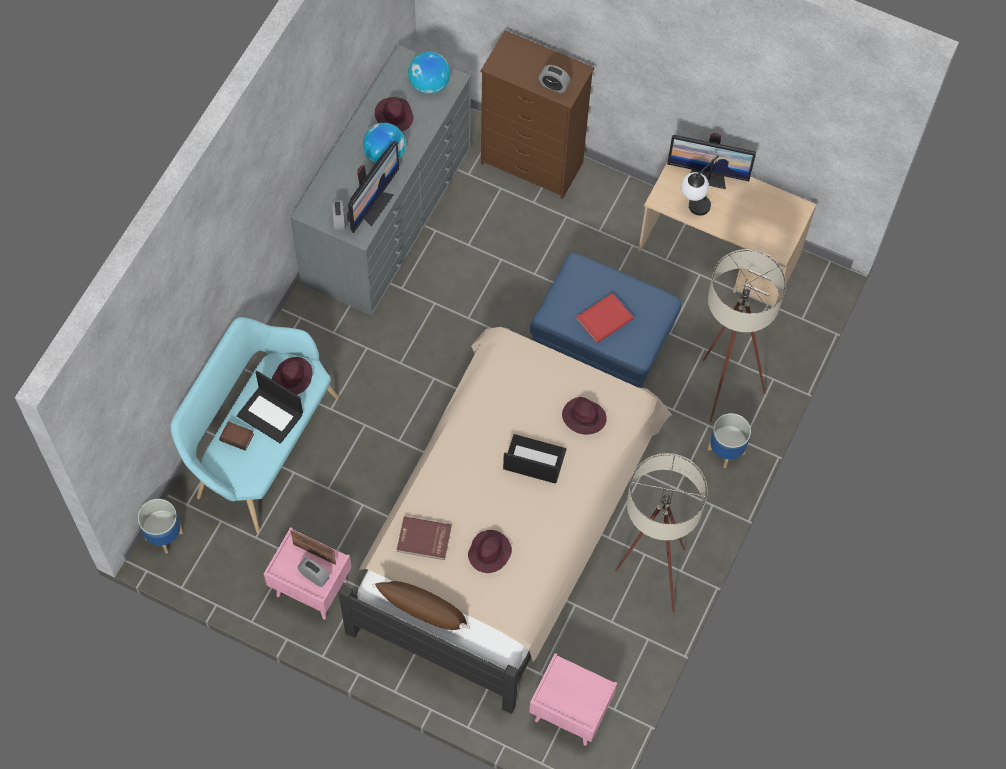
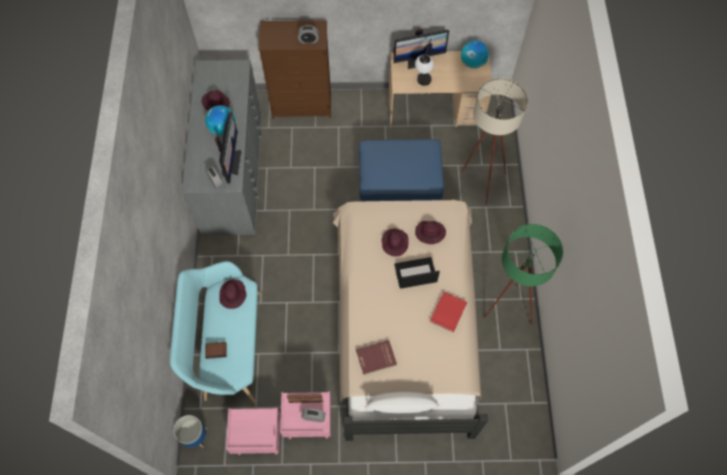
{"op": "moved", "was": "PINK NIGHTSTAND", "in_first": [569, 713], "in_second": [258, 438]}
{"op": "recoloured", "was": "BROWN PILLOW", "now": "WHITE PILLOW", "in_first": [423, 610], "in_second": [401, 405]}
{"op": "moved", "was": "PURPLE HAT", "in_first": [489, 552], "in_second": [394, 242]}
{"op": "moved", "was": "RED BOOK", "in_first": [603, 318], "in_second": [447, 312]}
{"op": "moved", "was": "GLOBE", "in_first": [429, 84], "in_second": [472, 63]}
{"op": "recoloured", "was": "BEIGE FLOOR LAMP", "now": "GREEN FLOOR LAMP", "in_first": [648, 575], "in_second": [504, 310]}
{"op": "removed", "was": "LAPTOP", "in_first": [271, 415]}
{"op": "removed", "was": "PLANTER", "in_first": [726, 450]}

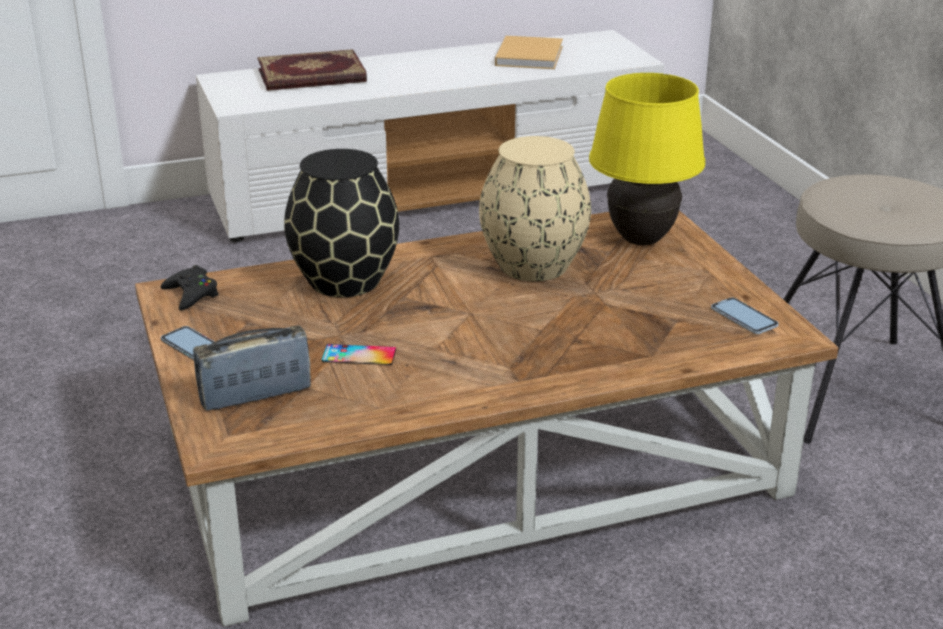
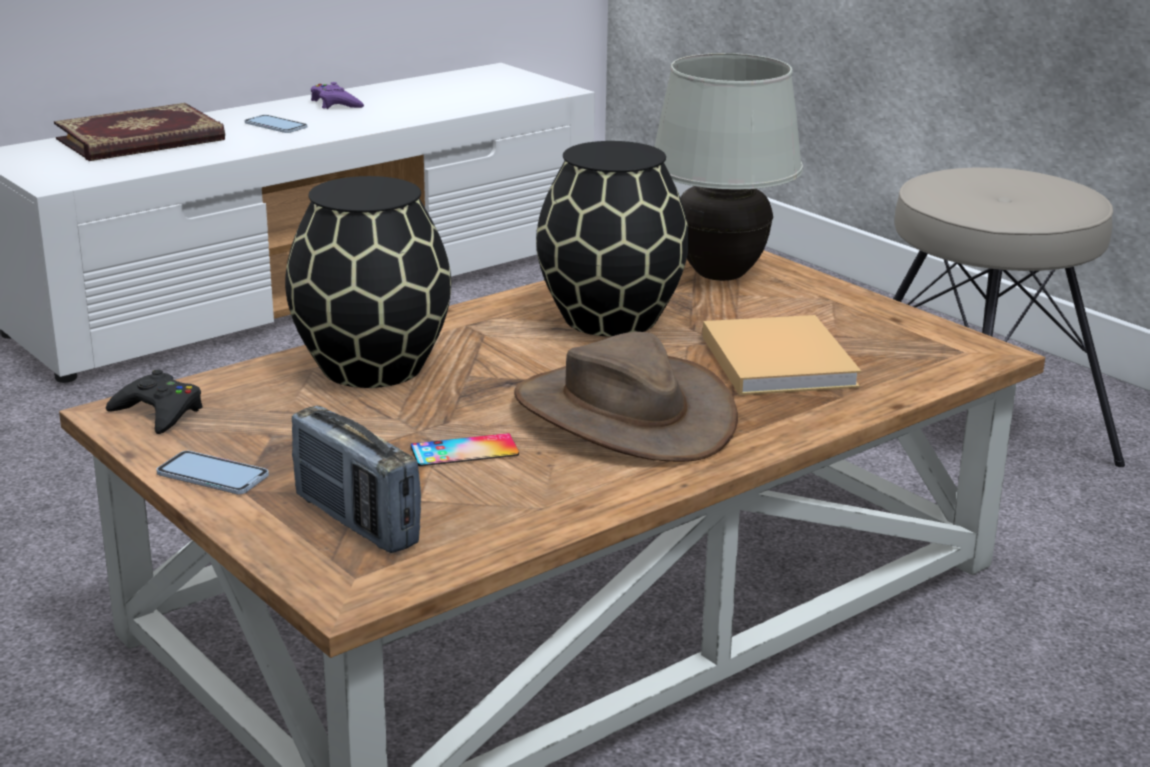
{"op": "moved", "was": "PHONE", "in_first": [744, 317], "in_second": [276, 125]}
{"op": "turned", "was": "RADIO", "in_first": [255, 395], "in_second": [356, 521], "clockwise": -90}
{"op": "added", "now": "PURPLE GAME CONTROLLER", "in_second": [335, 104]}
{"op": "added", "now": "BROWN HAT", "in_second": [623, 414]}
{"op": "recoloured", "was": "BEIGE VASE", "now": "BLACK VASE", "in_first": [534, 266], "in_second": [612, 319]}
{"op": "recoloured", "was": "YELLOW TABLE LAMP", "now": "WHITE TABLE LAMP", "in_first": [641, 240], "in_second": [721, 276]}
{"op": "moved", "was": "BEIGE BOOK", "in_first": [529, 55], "in_second": [776, 359]}

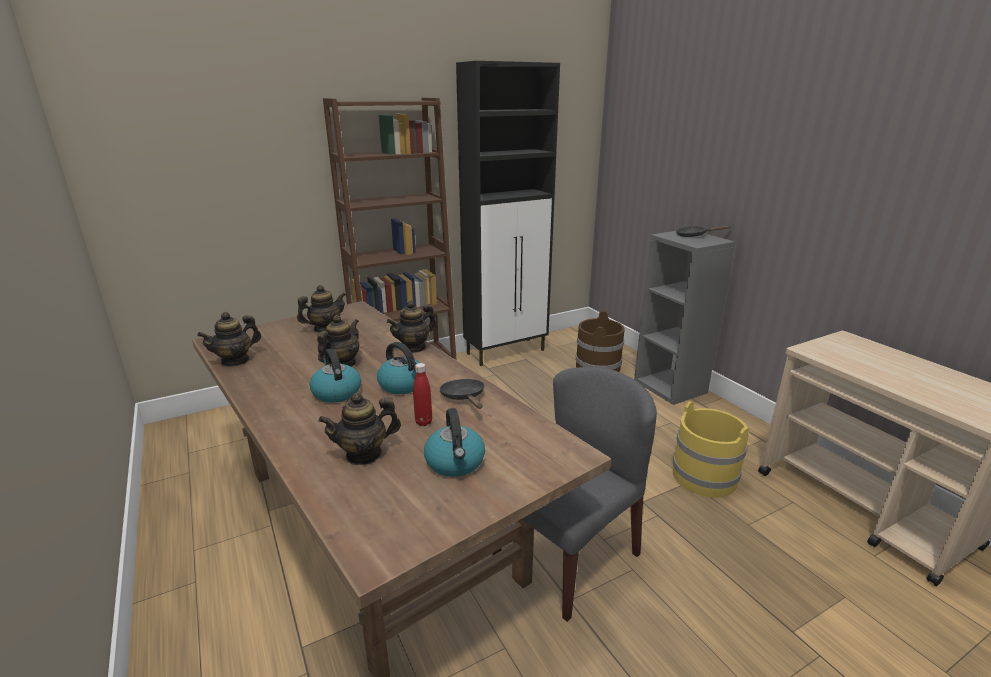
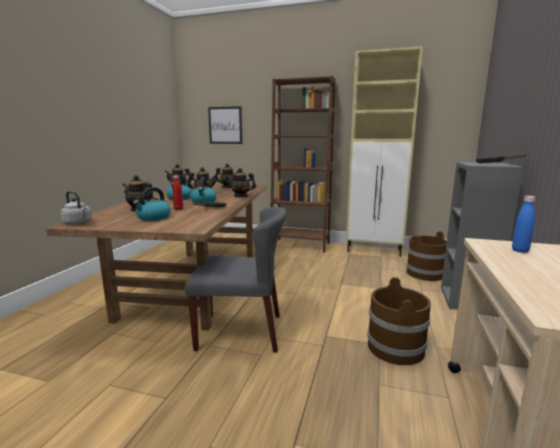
{"op": "added", "now": "GREY KETTLE", "in_second": [78, 223]}
{"op": "added", "now": "PICTURE", "in_second": [225, 125]}
{"op": "recoloured", "was": "BLACK CABINET", "now": "BEIGE CABINET", "in_first": [507, 352], "in_second": [374, 251]}
{"op": "recoloured", "was": "YELLOW BUCKET", "now": "BROWN BUCKET", "in_first": [705, 477], "in_second": [396, 348]}
{"op": "added", "now": "BLUE BOTTLE", "in_second": [520, 250]}

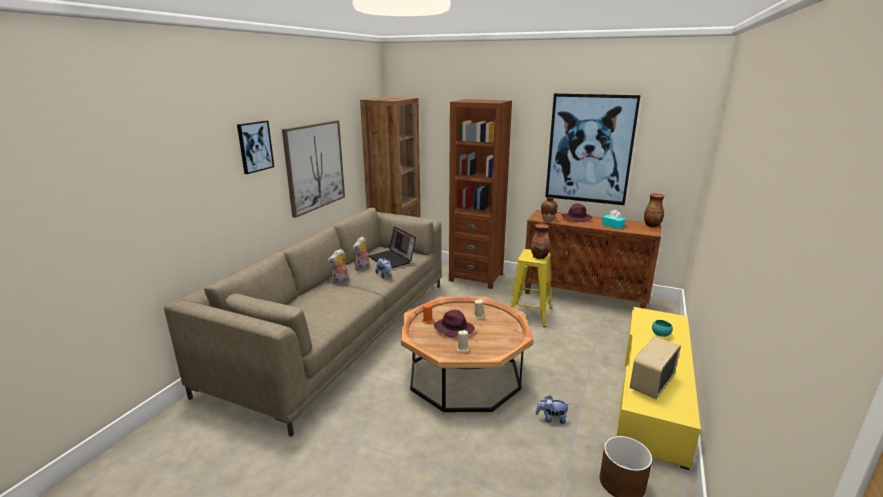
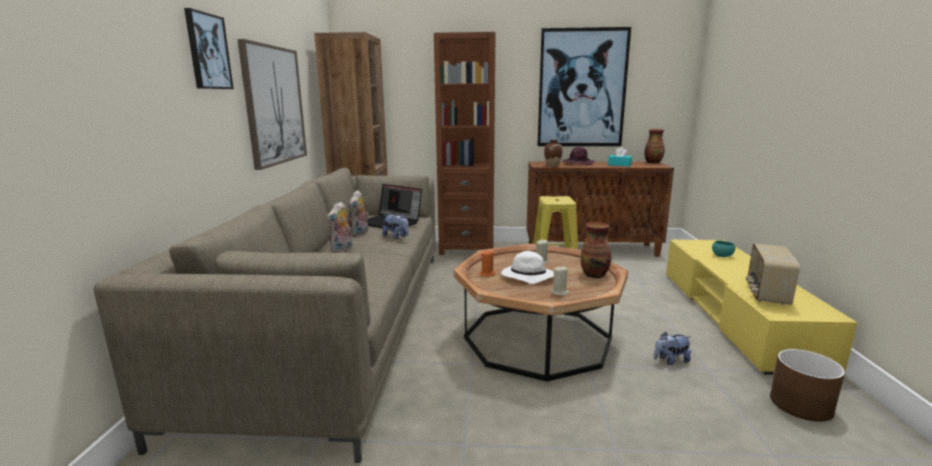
{"op": "recoloured", "was": "PURPLE HAT", "now": "WHITE HAT", "in_first": [453, 329], "in_second": [527, 277]}
{"op": "moved", "was": "VASE", "in_first": [540, 257], "in_second": [595, 275]}

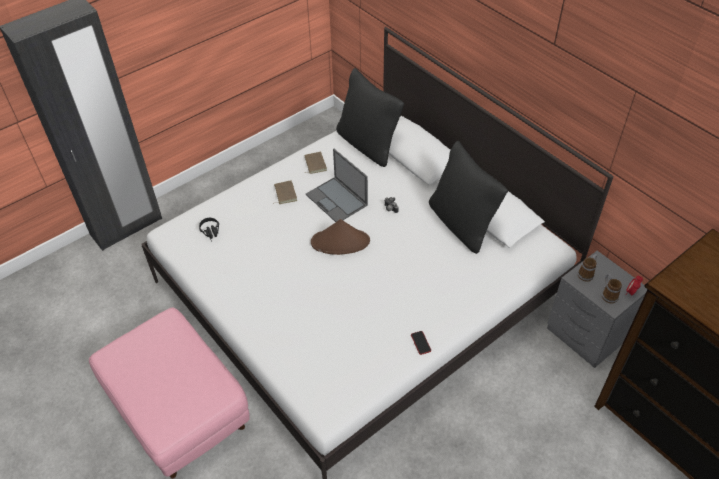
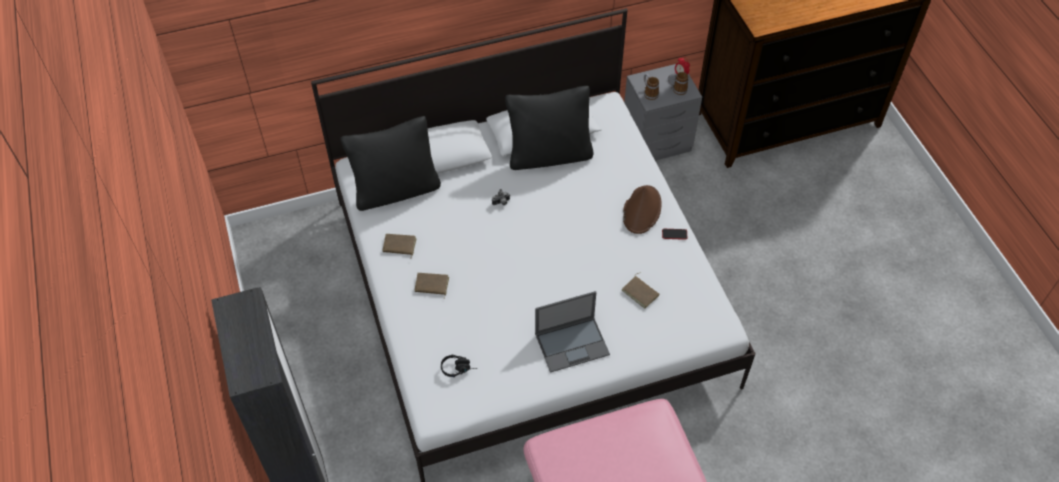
{"op": "moved", "was": "LAPTOP", "in_first": [337, 200], "in_second": [572, 343]}
{"op": "added", "now": "BROWN BOOK", "in_second": [641, 292]}
{"op": "moved", "was": "BROWN HAT", "in_first": [340, 242], "in_second": [642, 210]}

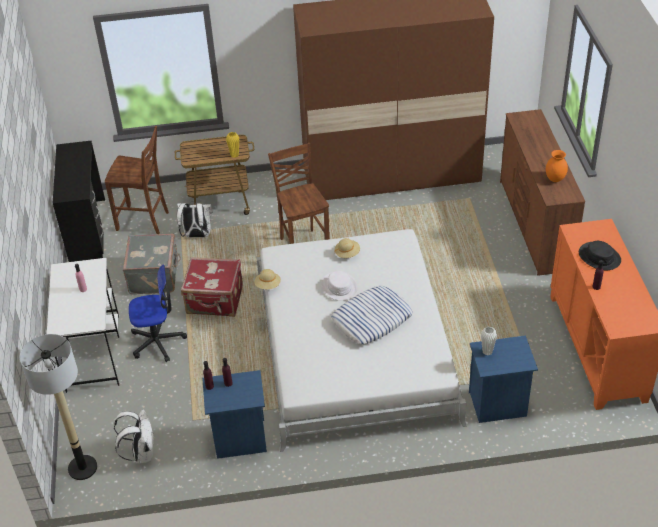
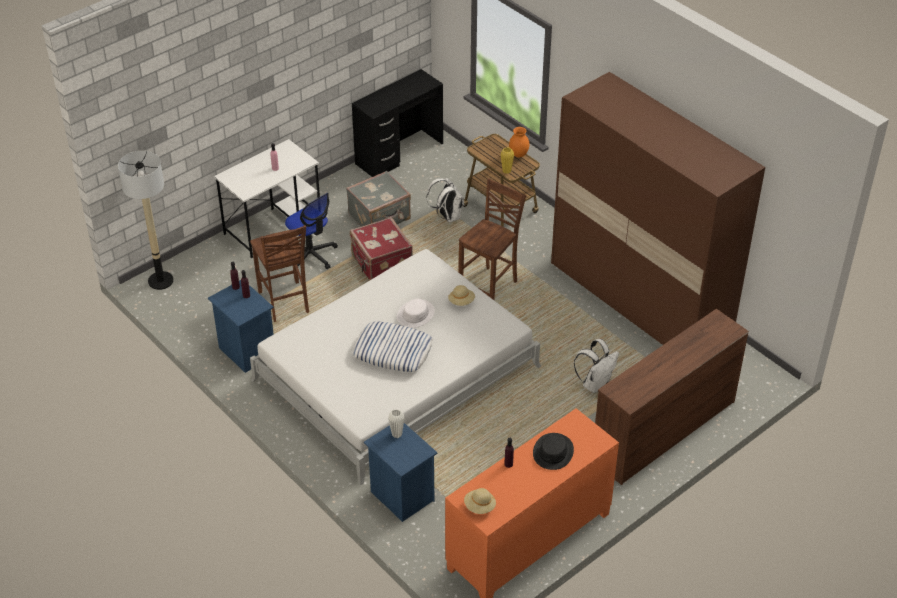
{"op": "moved", "was": "BROWN CHAIR", "in_first": [144, 221], "in_second": [284, 303]}
{"op": "moved", "was": "BEIGE HAT", "in_first": [268, 285], "in_second": [479, 506]}
{"op": "moved", "was": "ORANGE VASE", "in_first": [555, 179], "in_second": [519, 154]}
{"op": "moved", "was": "WHITE BACKPACK", "in_first": [141, 453], "in_second": [595, 384]}

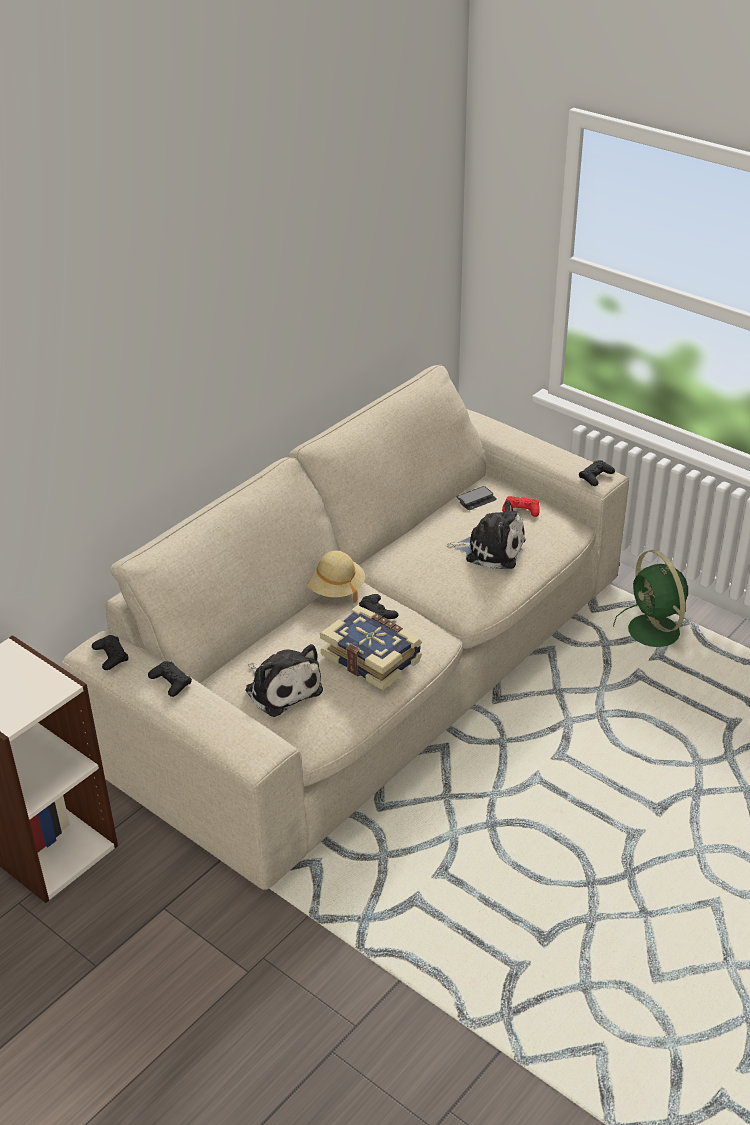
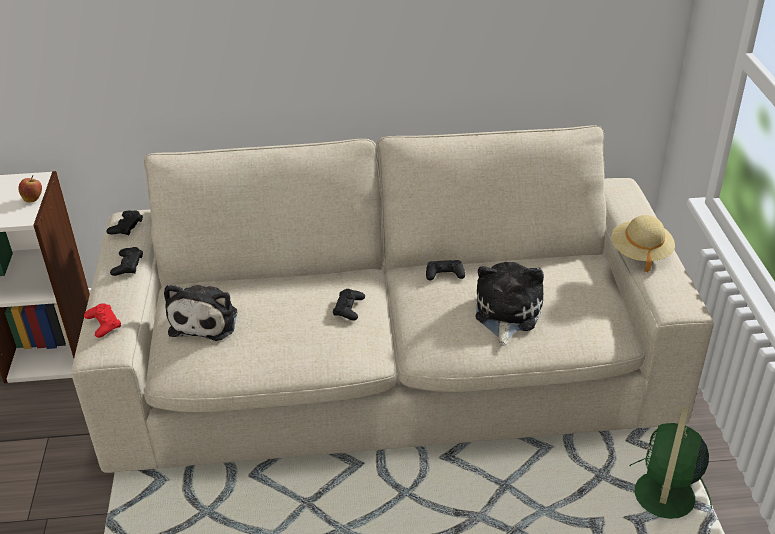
{"op": "added", "now": "APPLE", "in_second": [33, 199]}
{"op": "moved", "was": "RED GAME CONTROLLER", "in_first": [521, 509], "in_second": [103, 323]}
{"op": "moved", "was": "BLACK GAME CONTROLLER", "in_first": [596, 476], "in_second": [444, 273]}
{"op": "turned", "was": "PLUSH TOY", "in_first": [491, 549], "in_second": [506, 313], "clockwise": -135}
{"op": "moved", "was": "BEIGE HAT", "in_first": [334, 588], "in_second": [640, 253]}
{"op": "removed", "was": "BOOK", "in_first": [372, 657]}
{"op": "removed", "was": "PHONE", "in_first": [476, 499]}

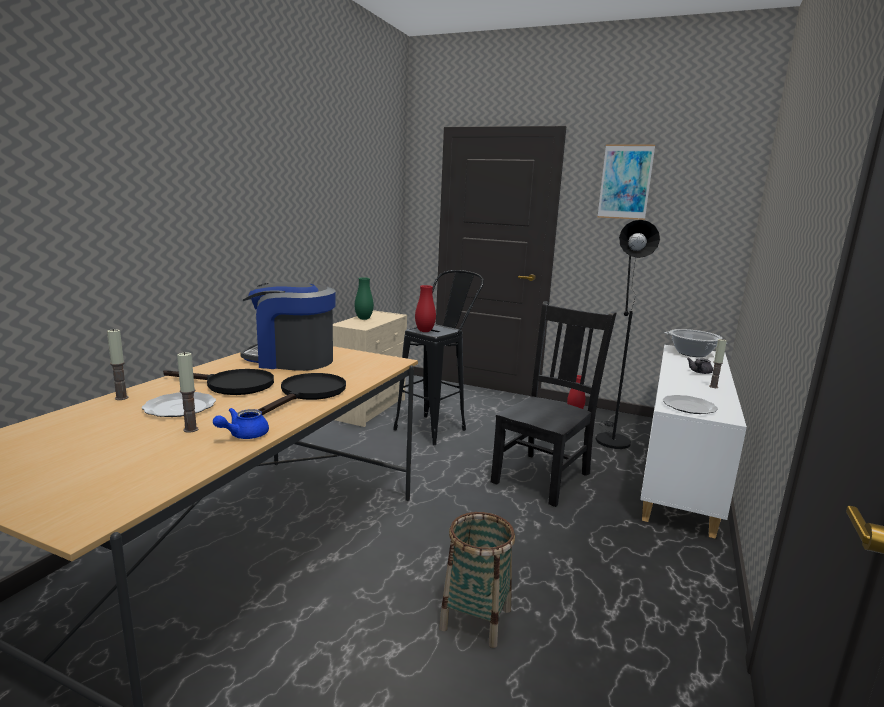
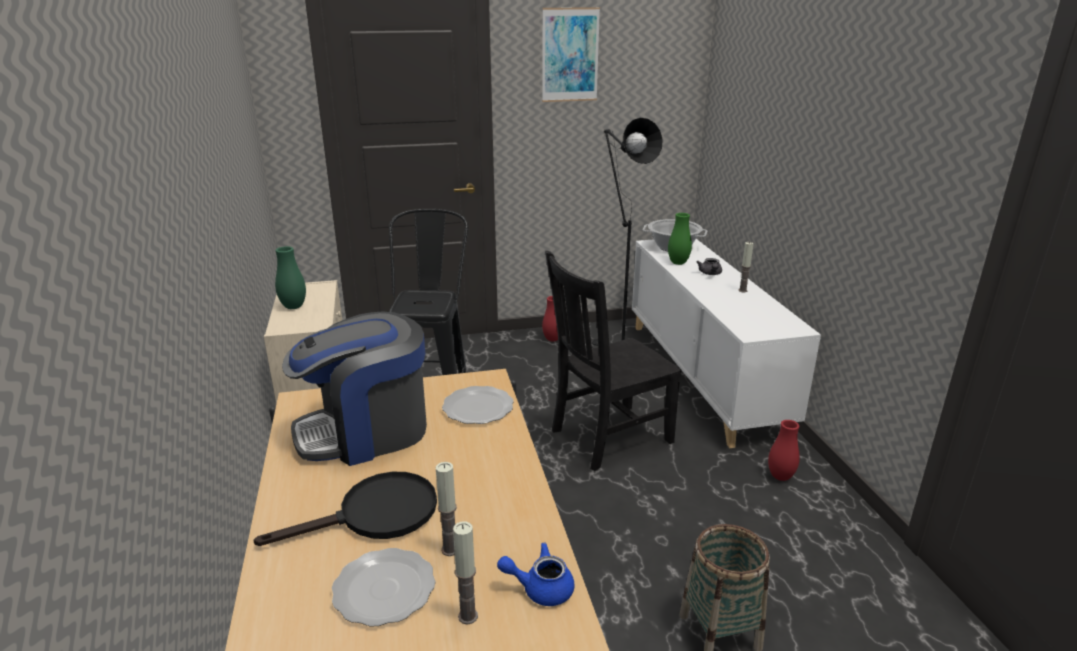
{"op": "moved", "was": "CANDLE", "in_first": [121, 398], "in_second": [450, 549]}
{"op": "moved", "was": "PLATE", "in_first": [688, 406], "in_second": [477, 408]}
{"op": "turned", "was": "BLUE TEAPOT", "in_first": [243, 435], "in_second": [540, 588], "clockwise": 90}
{"op": "turned", "was": "BLACK CHAIR", "in_first": [543, 476], "in_second": [607, 437], "clockwise": -120}
{"op": "added", "now": "GREEN VASE", "in_second": [678, 263]}
{"op": "moved", "was": "RED VASE", "in_first": [424, 331], "in_second": [780, 477]}
{"op": "removed", "was": "BLACK FRYING PAN", "in_first": [308, 394]}

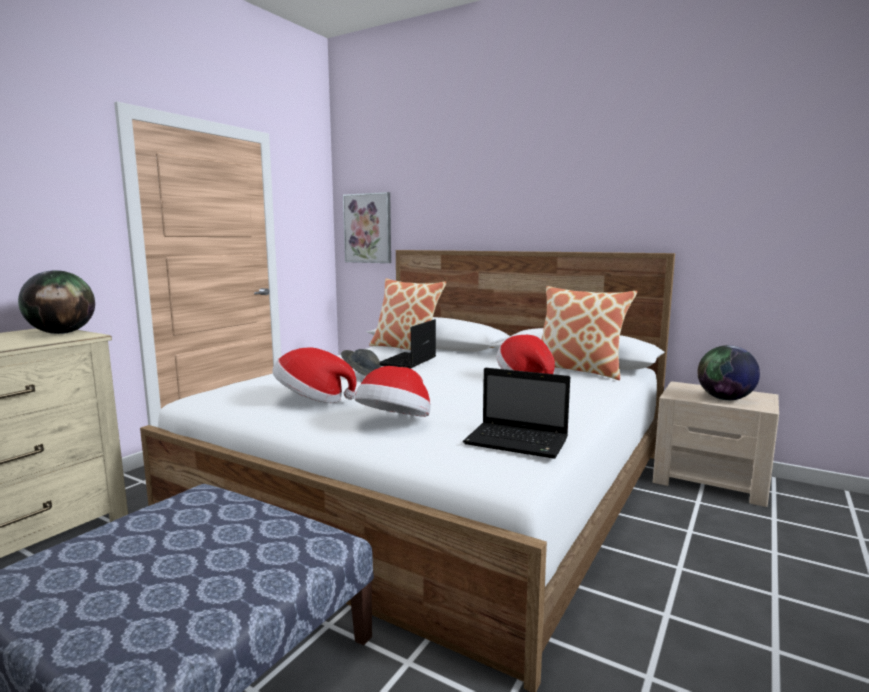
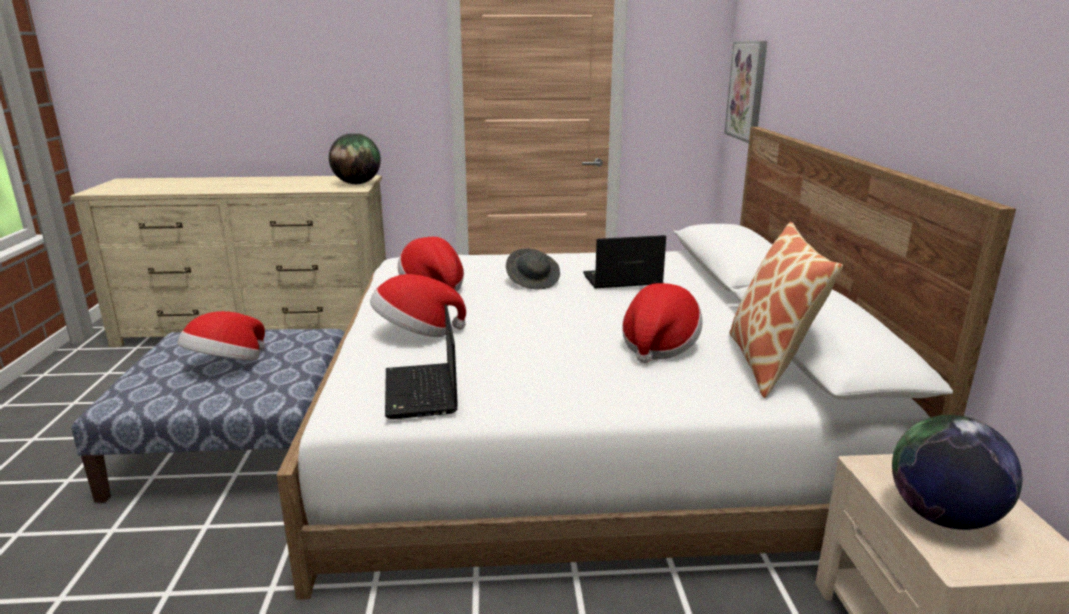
{"op": "added", "now": "HAT", "in_second": [226, 365]}
{"op": "removed", "was": "PILLOW", "in_first": [406, 348]}

